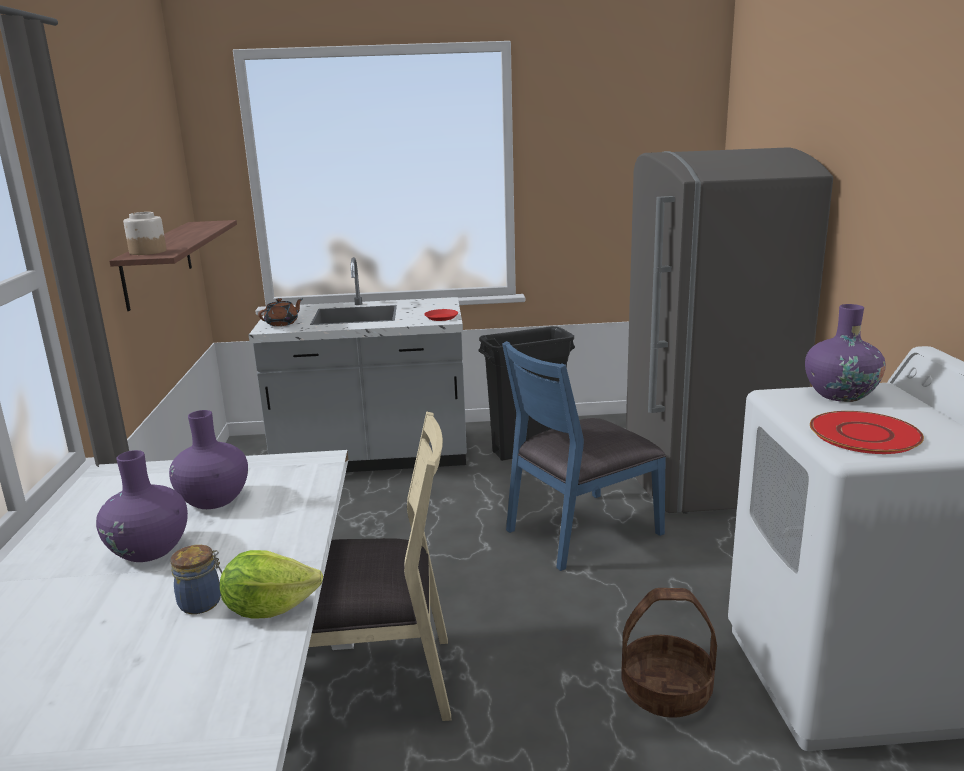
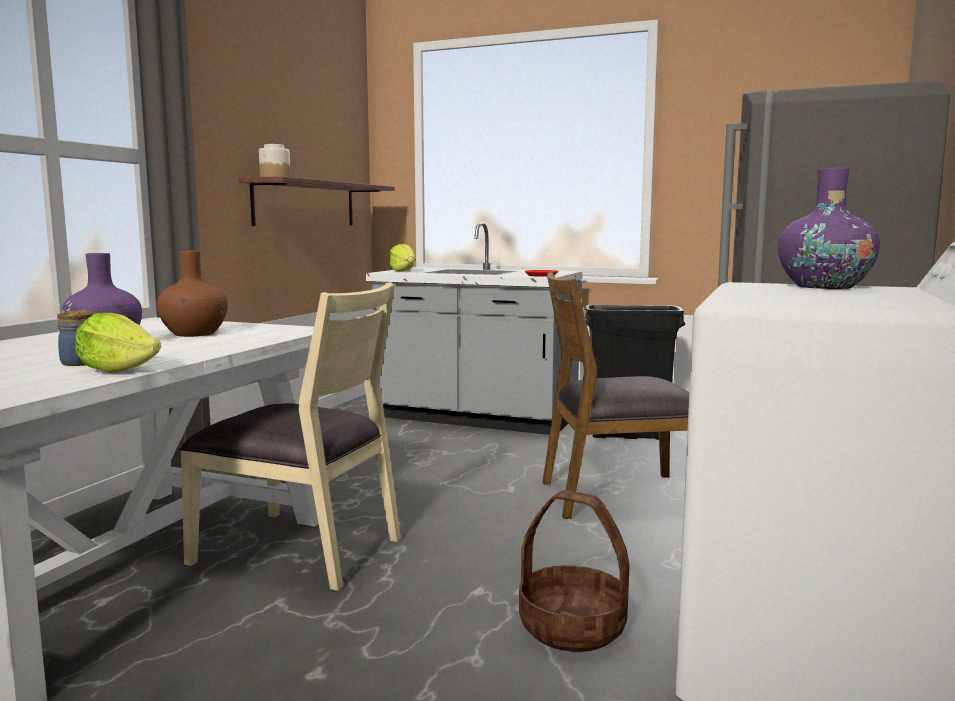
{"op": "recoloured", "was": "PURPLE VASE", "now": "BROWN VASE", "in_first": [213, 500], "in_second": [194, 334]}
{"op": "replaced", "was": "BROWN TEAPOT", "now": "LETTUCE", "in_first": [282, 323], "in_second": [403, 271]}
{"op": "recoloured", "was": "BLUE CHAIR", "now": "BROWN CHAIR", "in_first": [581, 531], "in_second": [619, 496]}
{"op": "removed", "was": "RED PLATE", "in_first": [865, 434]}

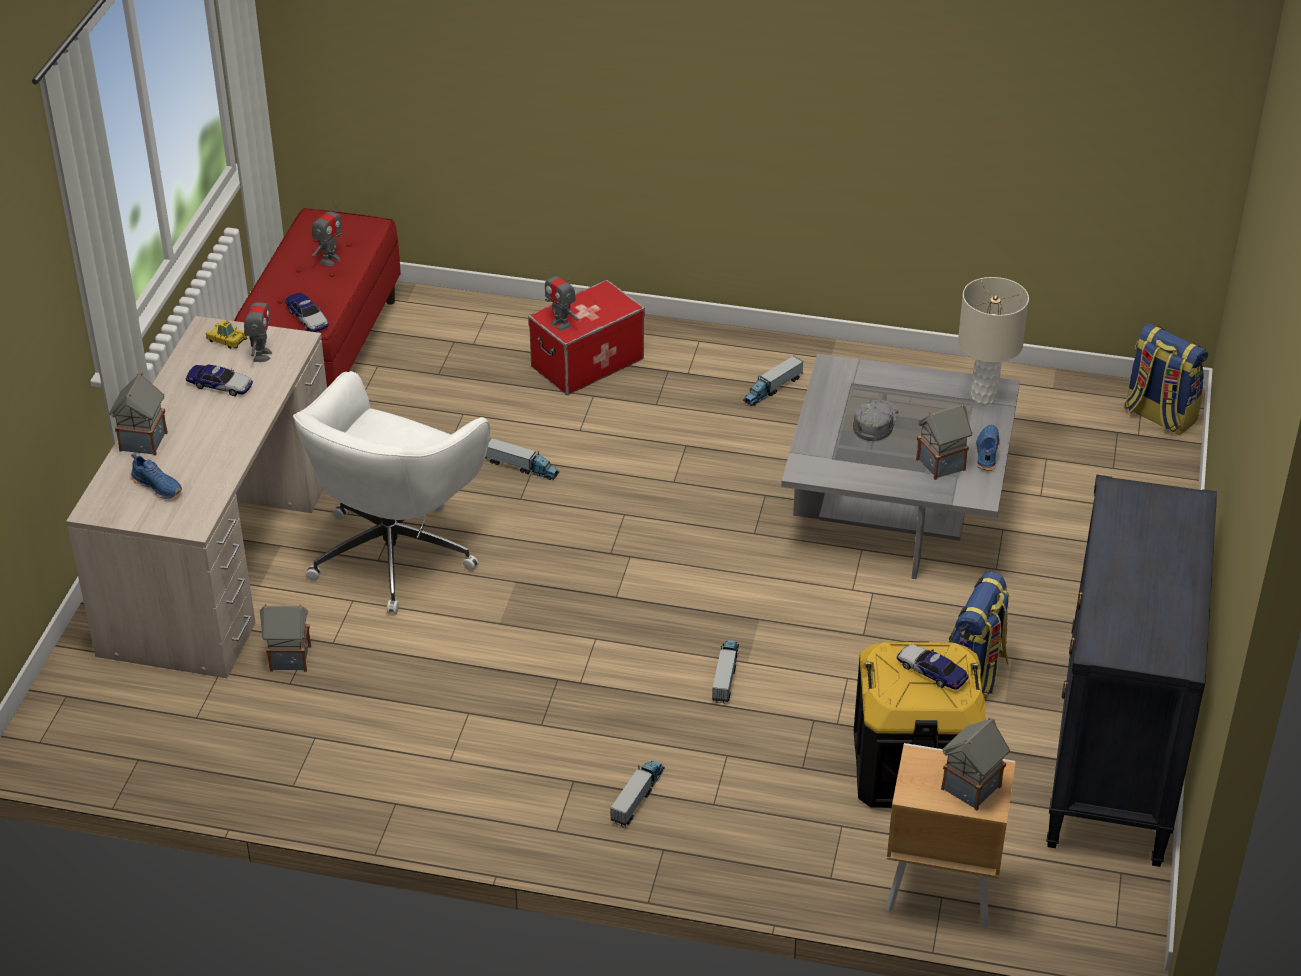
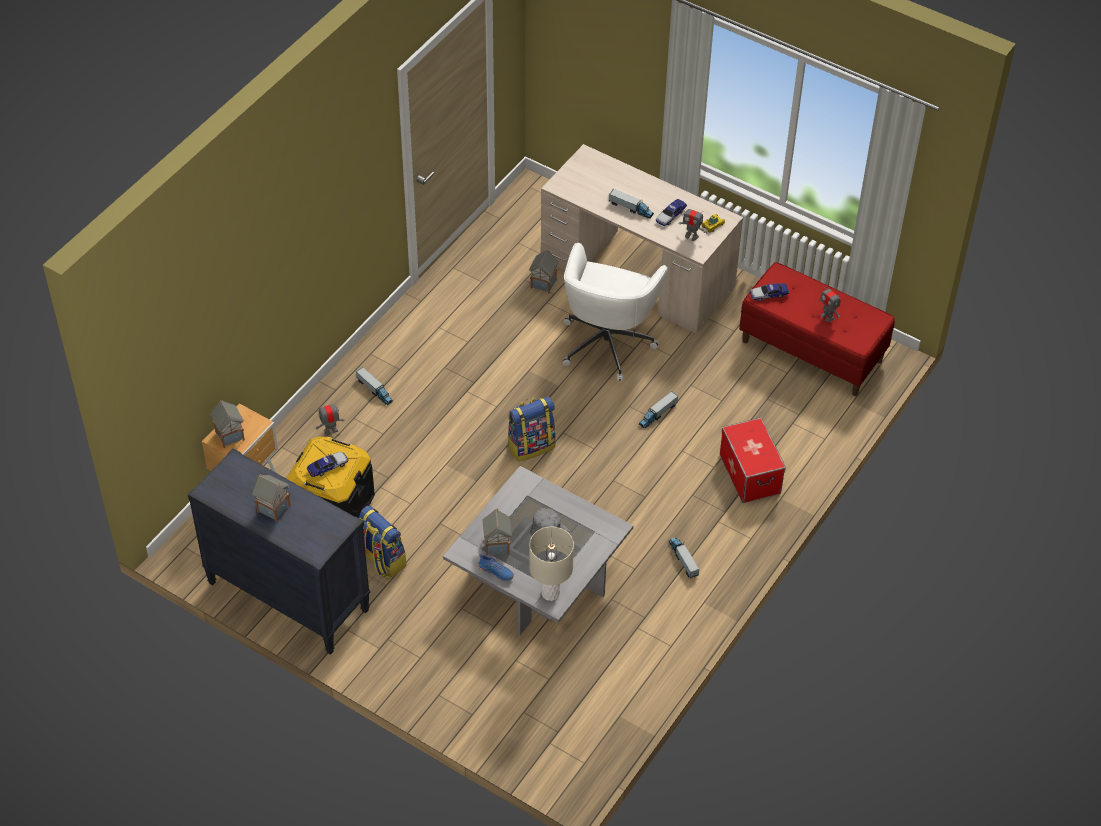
{"op": "moved", "was": "TOY HOUSE", "in_first": [143, 442], "in_second": [273, 508]}
{"op": "moved", "was": "TOY ROBOT", "in_first": [561, 324], "in_second": [330, 431]}
{"op": "moved", "was": "BACKPACK", "in_first": [1158, 416], "in_second": [531, 445]}
{"op": "turned", "was": "WHITE OFFICE CHAIR", "in_first": [395, 552], "in_second": [607, 342], "clockwise": -120}
{"op": "moved", "was": "TOY TRUCK", "in_first": [726, 675], "in_second": [631, 208]}
{"op": "removed", "was": "BLUE SHOE", "in_first": [158, 486]}

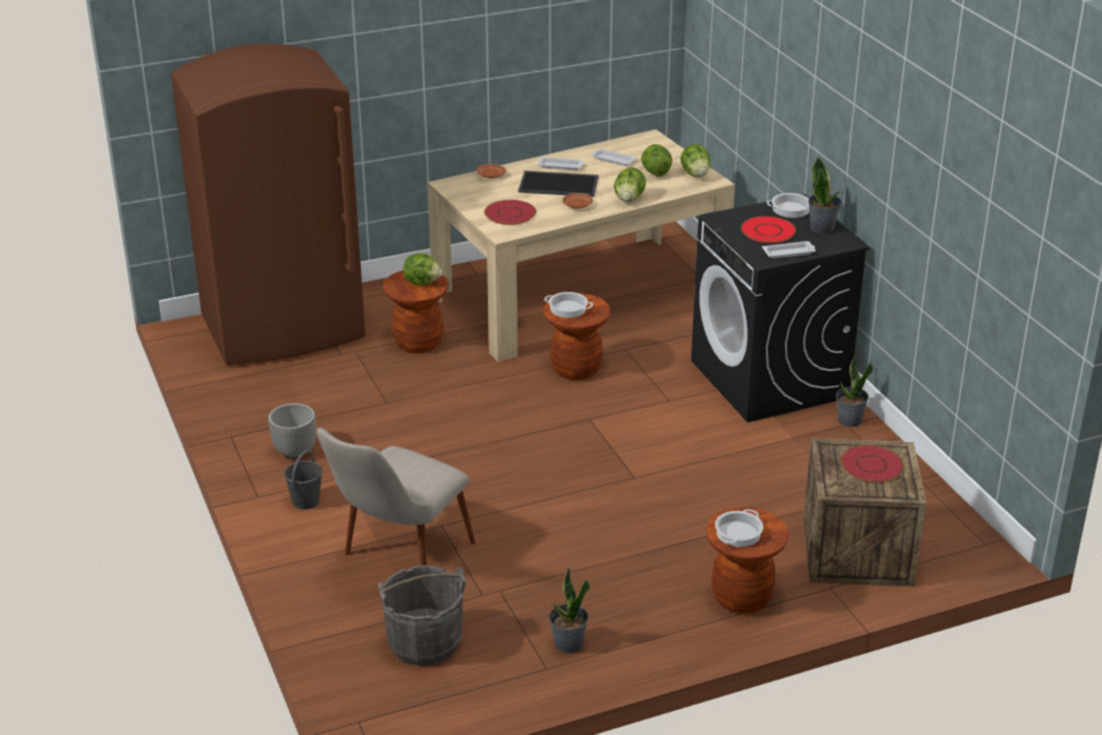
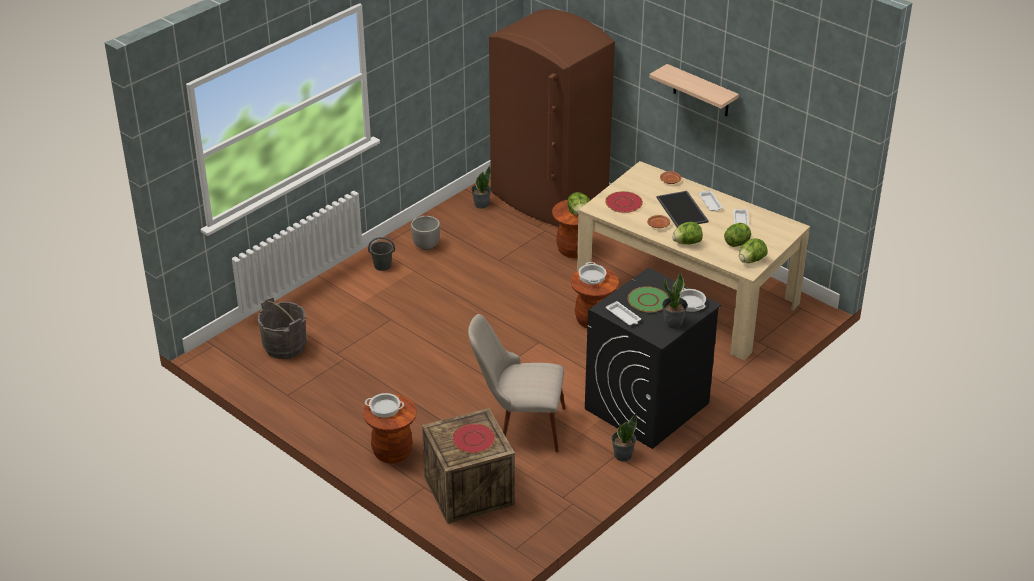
{"op": "moved", "was": "BEIGE CHAIR", "in_first": [397, 560], "in_second": [518, 426]}
{"op": "moved", "was": "POTTED PLANT", "in_first": [568, 644], "in_second": [481, 204]}
{"op": "recoloured", "was": "RED PLATE", "now": "GREEN PLATE", "in_first": [767, 231], "in_second": [648, 300]}
{"op": "added", "now": "SHELF", "in_second": [701, 91]}

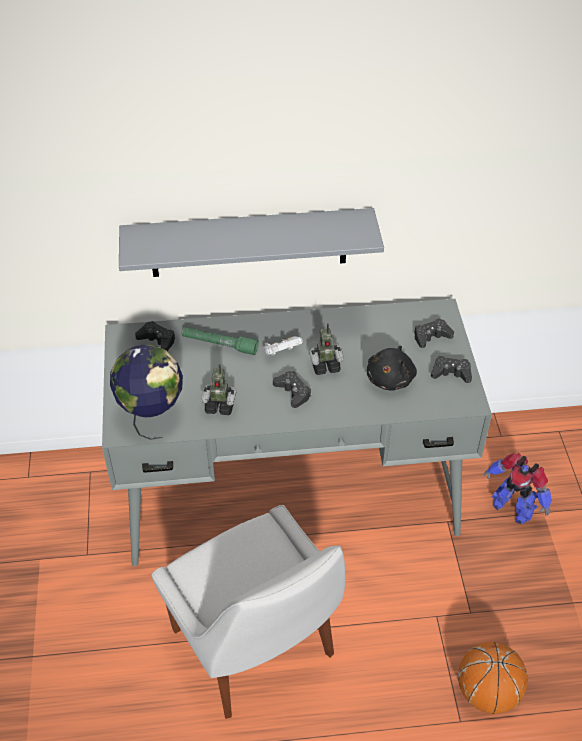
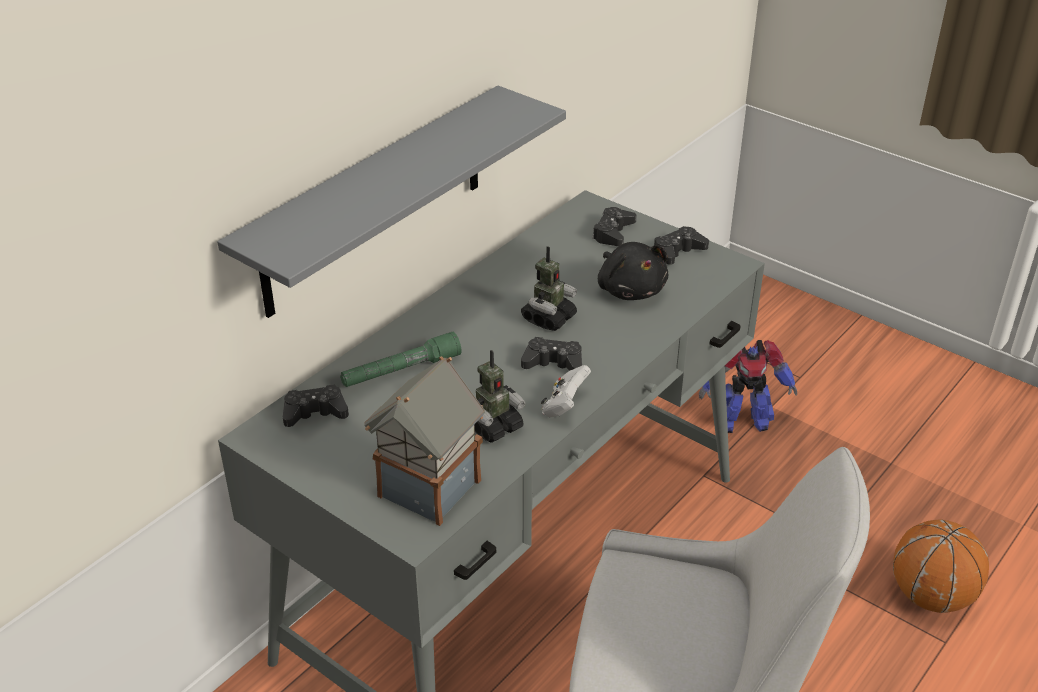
{"op": "replaced", "was": "GLOBE", "now": "TOY HOUSE", "in_first": [152, 416], "in_second": [428, 491]}
{"op": "moved", "was": "WHITE GAME CONTROLLER", "in_first": [281, 353], "in_second": [564, 406]}

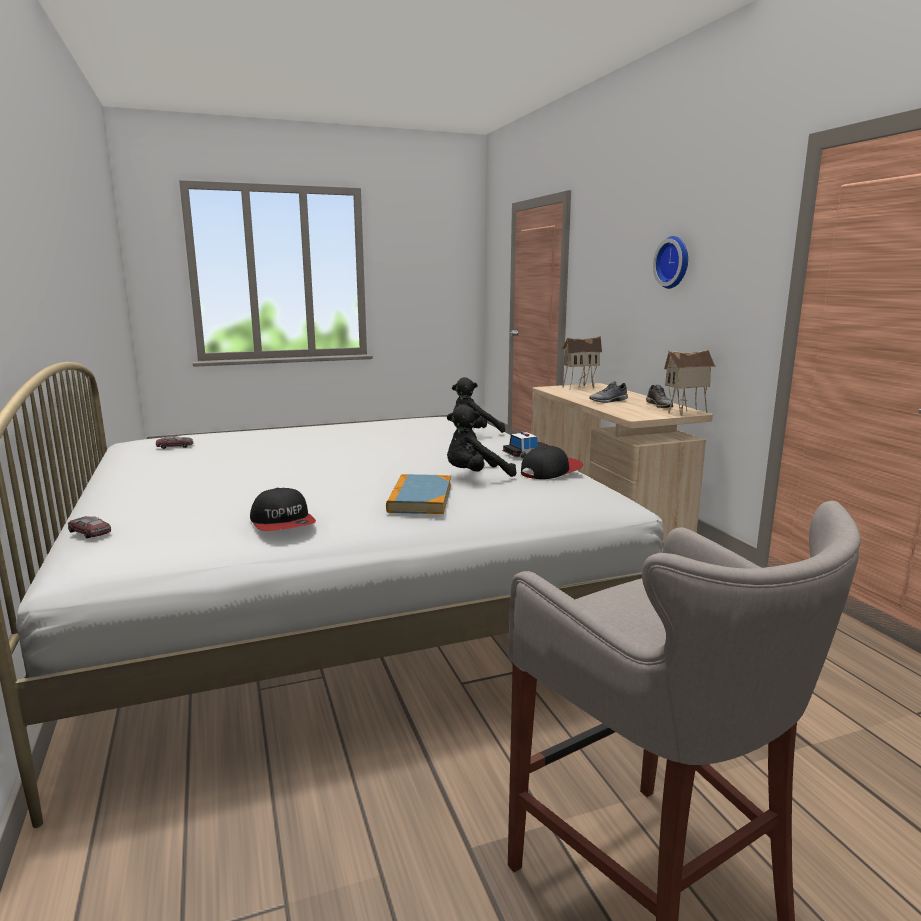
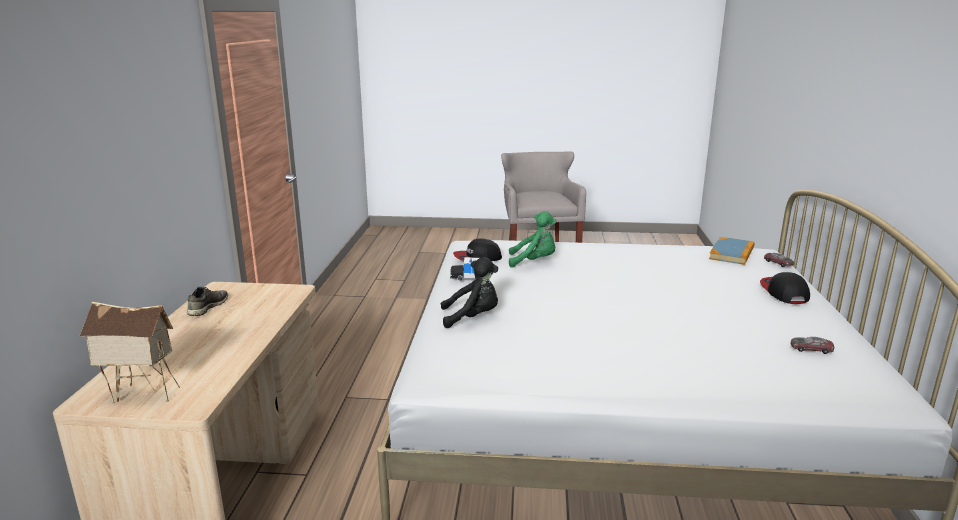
{"op": "recoloured", "was": "BLACK PLUSH TOY", "now": "GREEN PLUSH TOY", "in_first": [475, 476], "in_second": [534, 261]}
{"op": "moved", "was": "BOOK", "in_first": [420, 498], "in_second": [731, 253]}
{"op": "moved", "was": "CAP", "in_first": [283, 523], "in_second": [783, 292]}
{"op": "removed", "was": "GREY SHOE", "in_first": [608, 401]}
{"op": "removed", "was": "WALL CLOCK", "in_first": [674, 262]}
{"op": "removed", "was": "TOY HOUSE", "in_first": [686, 413]}

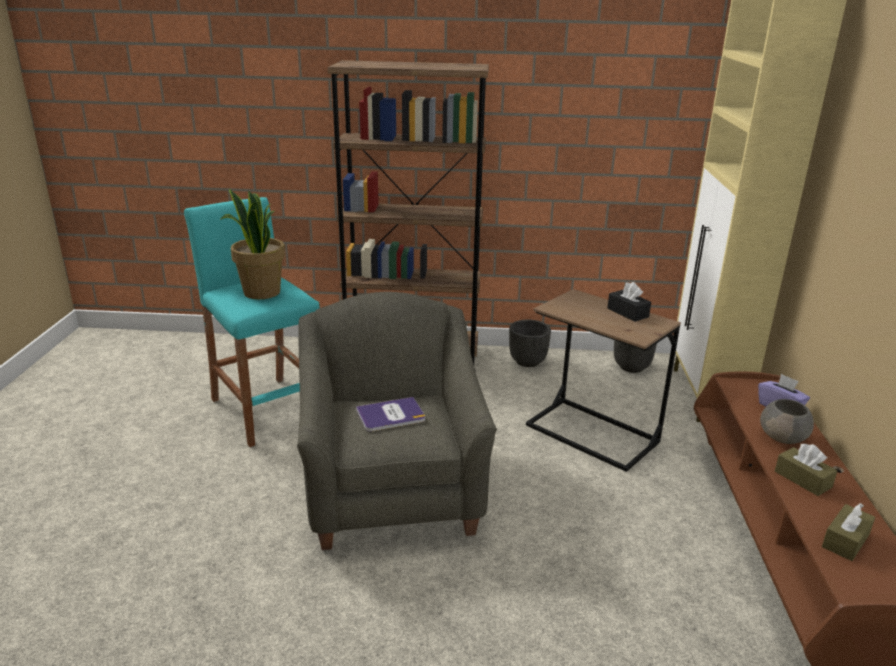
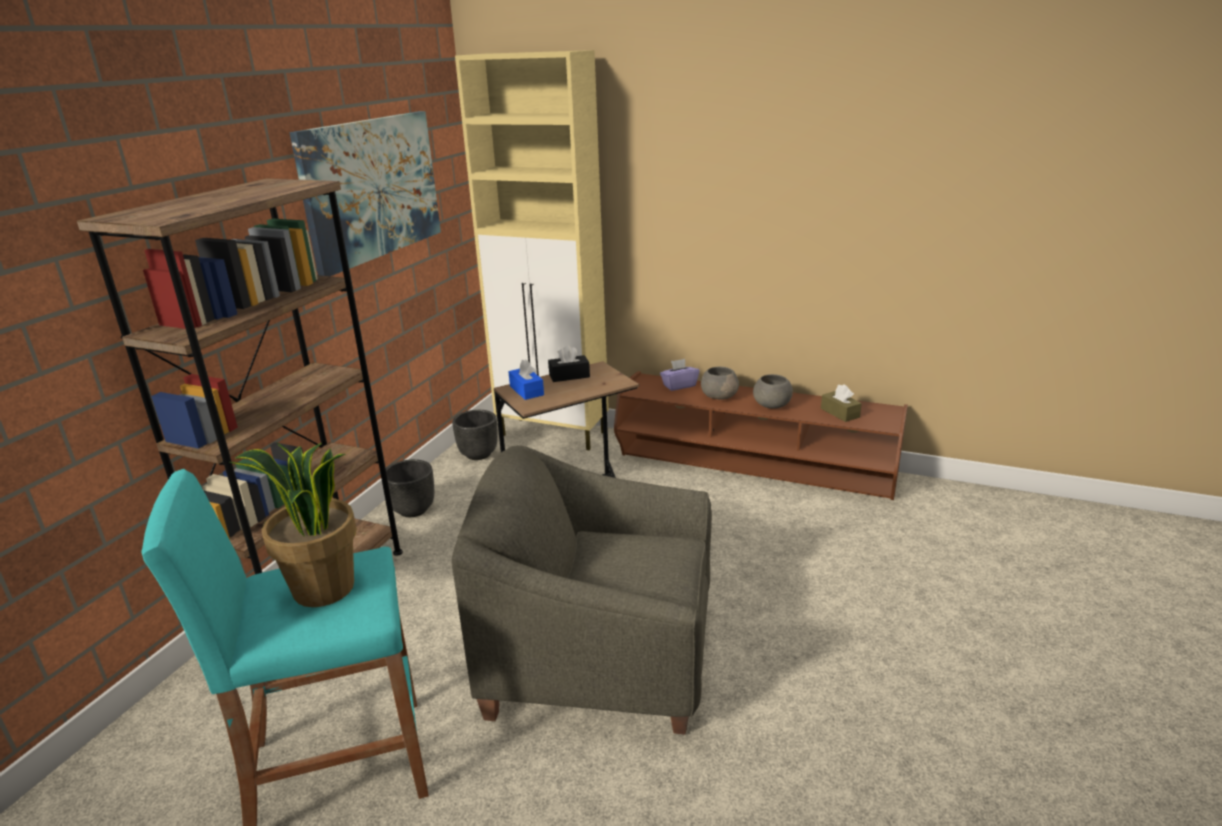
{"op": "added", "now": "PICTURE", "in_second": [372, 188]}
{"op": "added", "now": "BLUE TISSUE BOX", "in_second": [526, 391]}
{"op": "replaced", "was": "BROWN TISSUE BOX", "now": "GREY BOWL", "in_first": [803, 479], "in_second": [772, 405]}
{"op": "removed", "was": "BOOK", "in_first": [391, 415]}

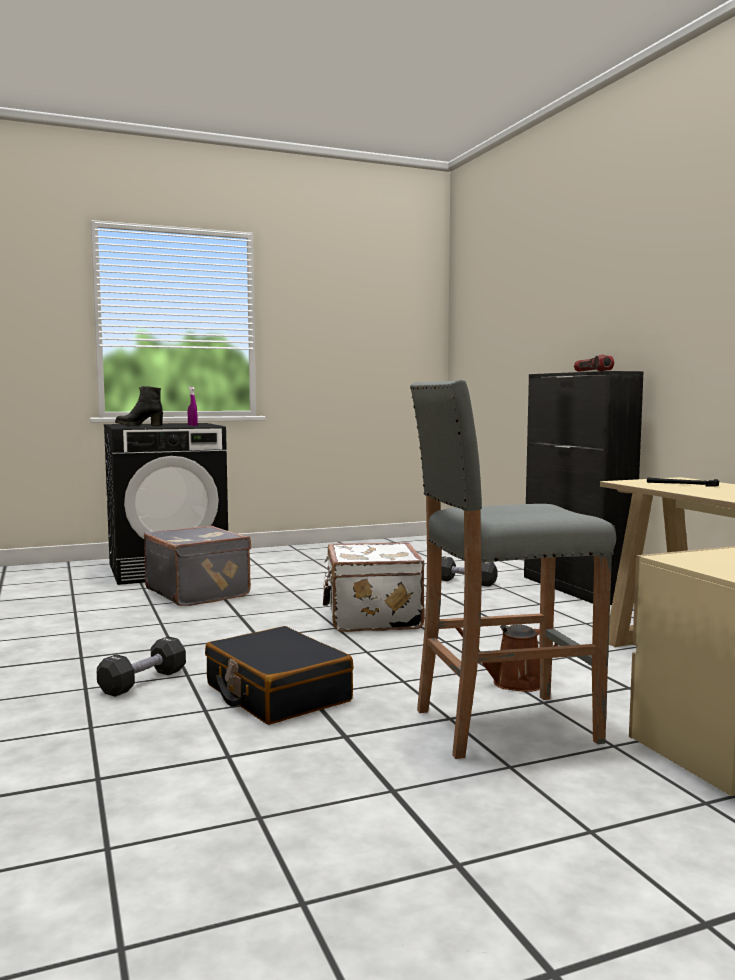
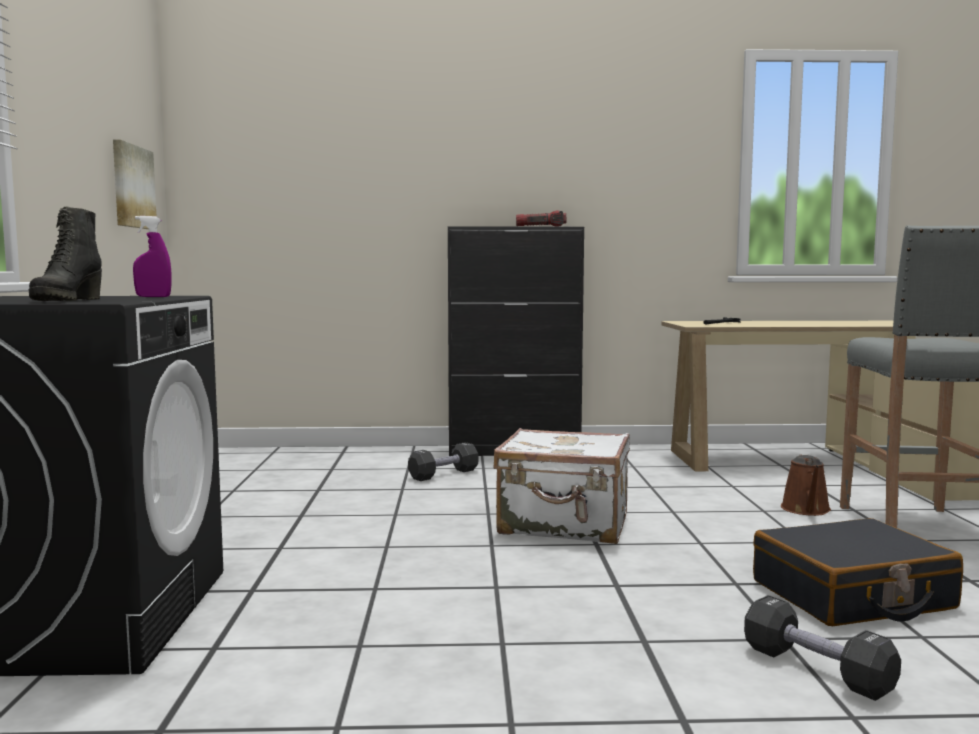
{"op": "added", "now": "PICTURE", "in_second": [132, 187]}
{"op": "removed", "was": "GREY SUITCASE", "in_first": [199, 592]}

